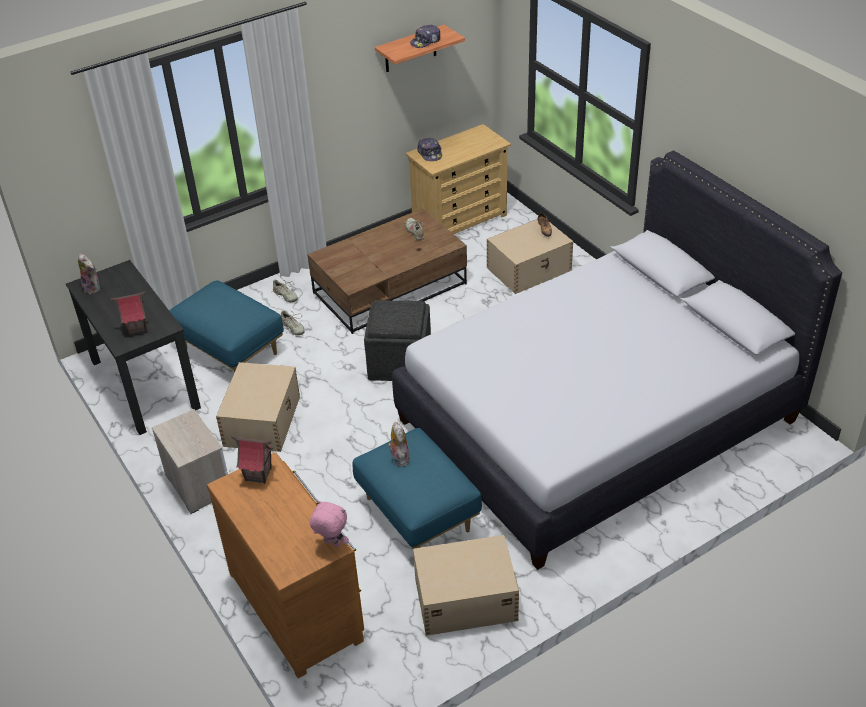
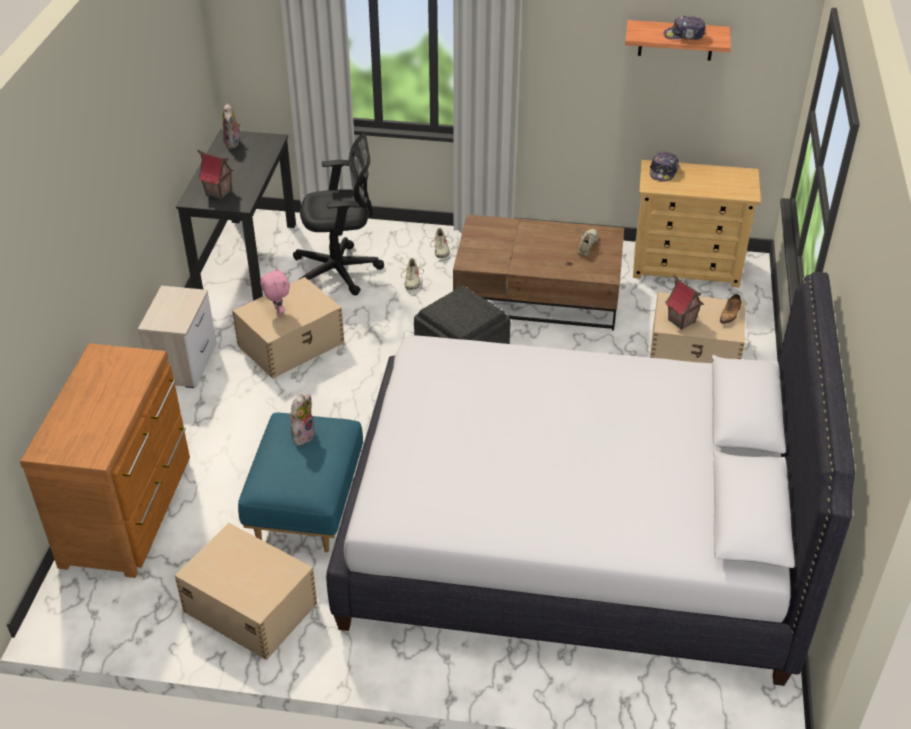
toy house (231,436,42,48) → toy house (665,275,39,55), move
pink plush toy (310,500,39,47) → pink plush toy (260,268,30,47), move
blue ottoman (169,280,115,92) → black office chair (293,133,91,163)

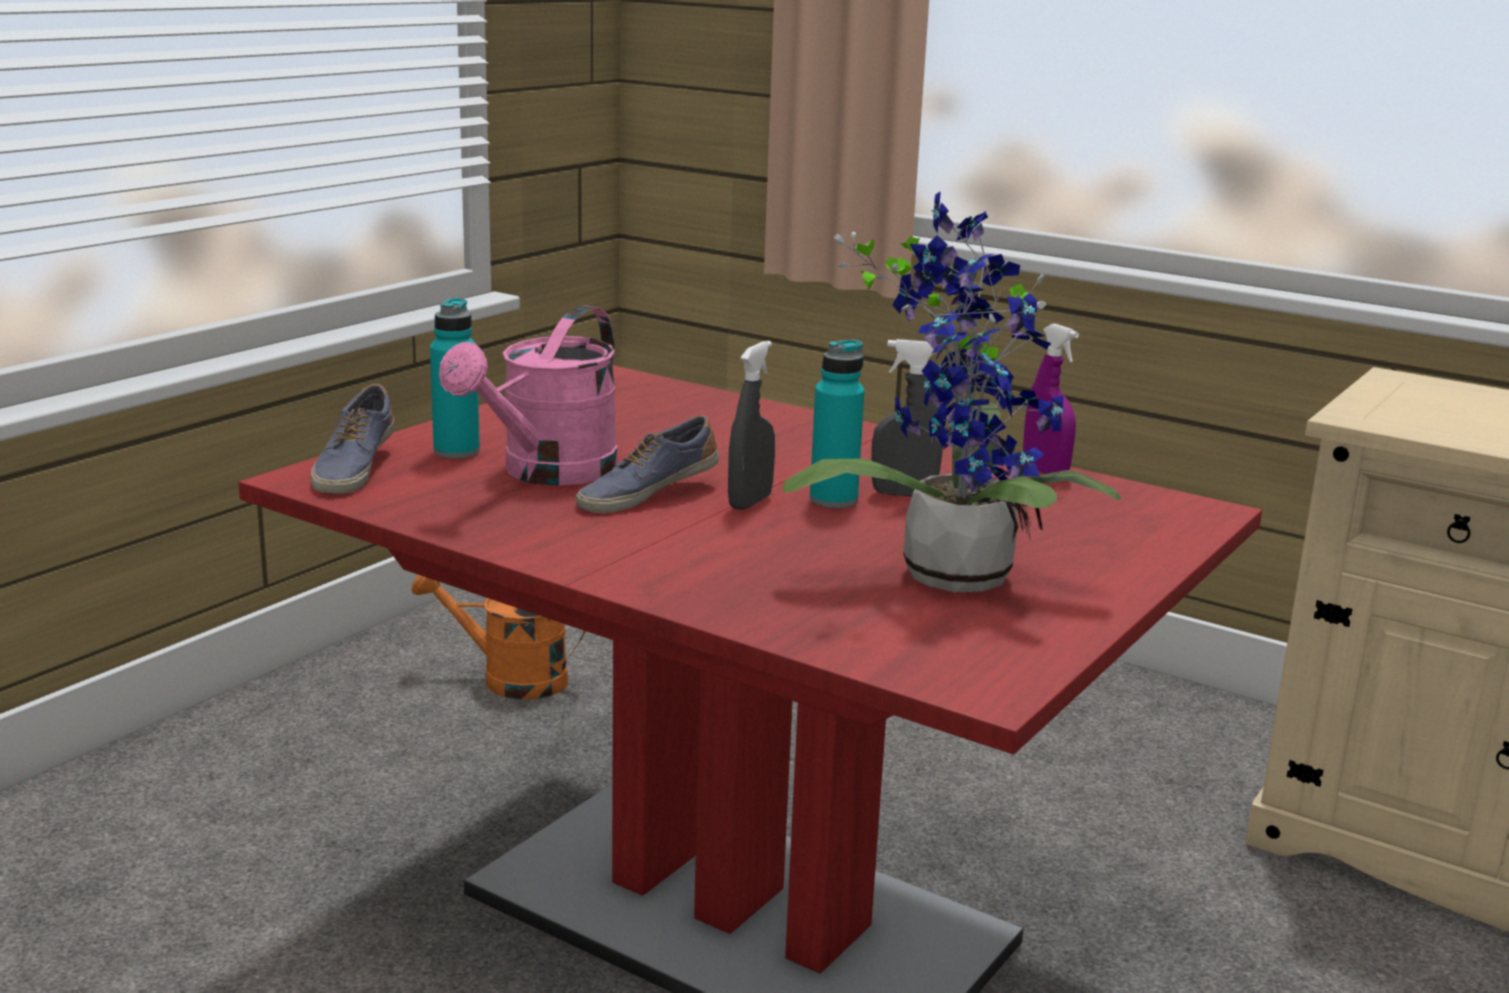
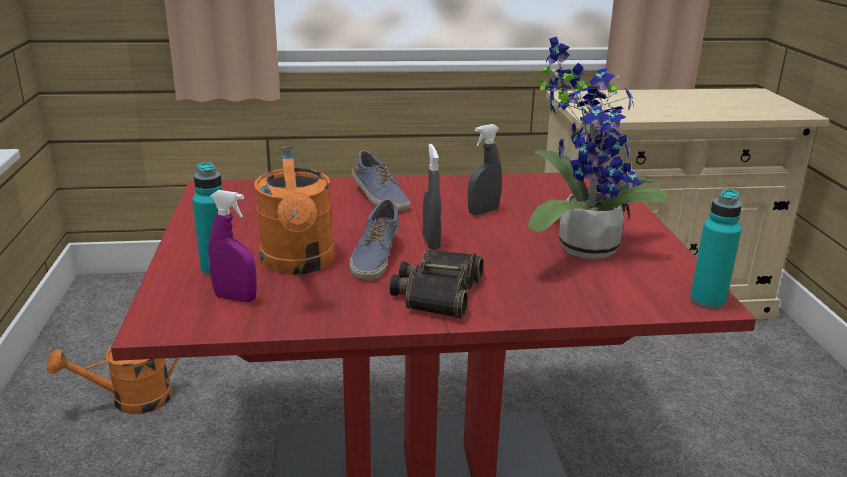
- → binoculars (390,249,94,70)
shoe (311,384,84,110) → shoe (352,150,58,61), move
turquoise bottle (810,340,55,168) → turquoise bottle (690,189,52,120), move
purple spray bottle (1023,324,56,150) → purple spray bottle (208,190,49,112), move
pink watering can (439,306,179,180) → orange watering can (254,147,81,128)

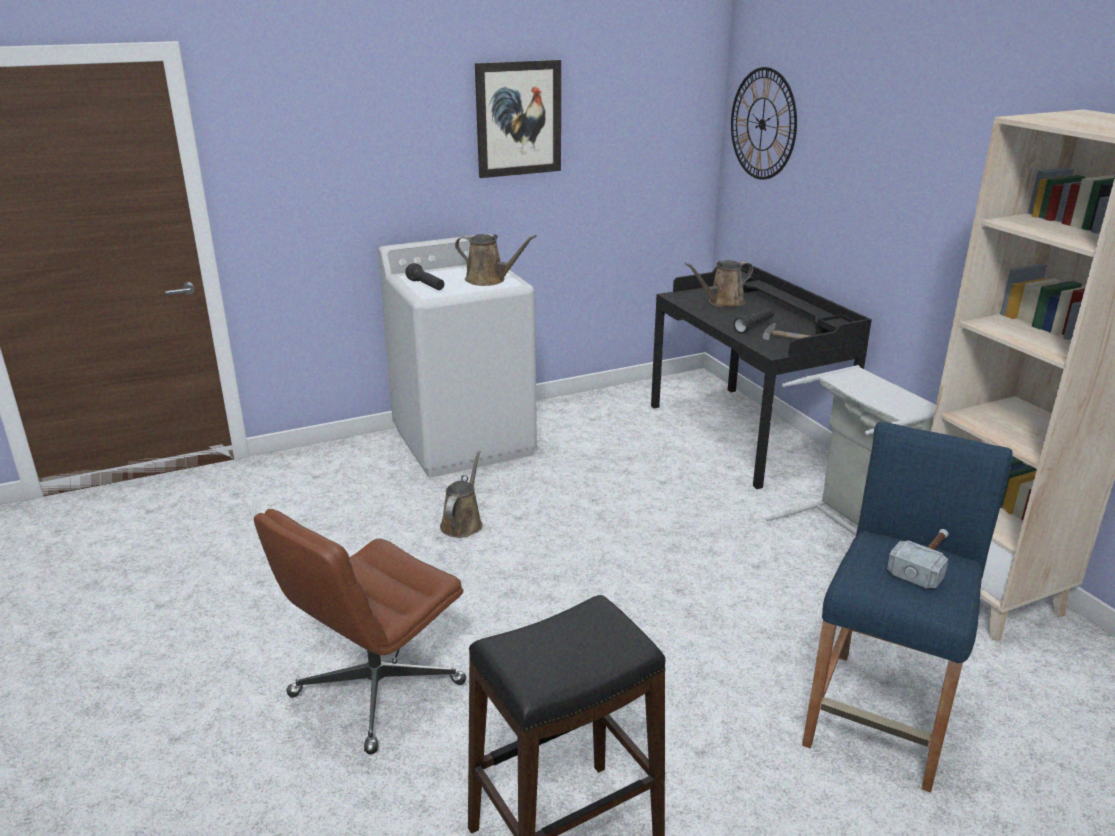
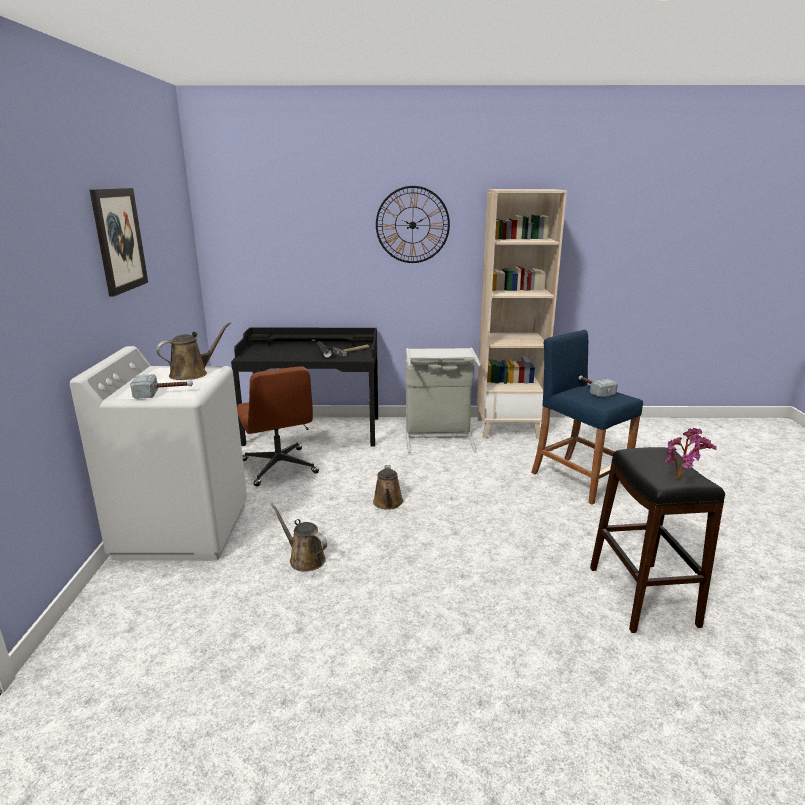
- → potted plant (665,428,52,51)
brown office chair (254,509,212,245) → brown office chair (237,366,82,120), move
brown watering can (685,260,68,47) → brown watering can (373,465,30,45), move
wall clock (731,67,66,113) → wall clock (376,186,74,77), move
black flashlight (405,263,39,27) → hammer (130,374,63,25)

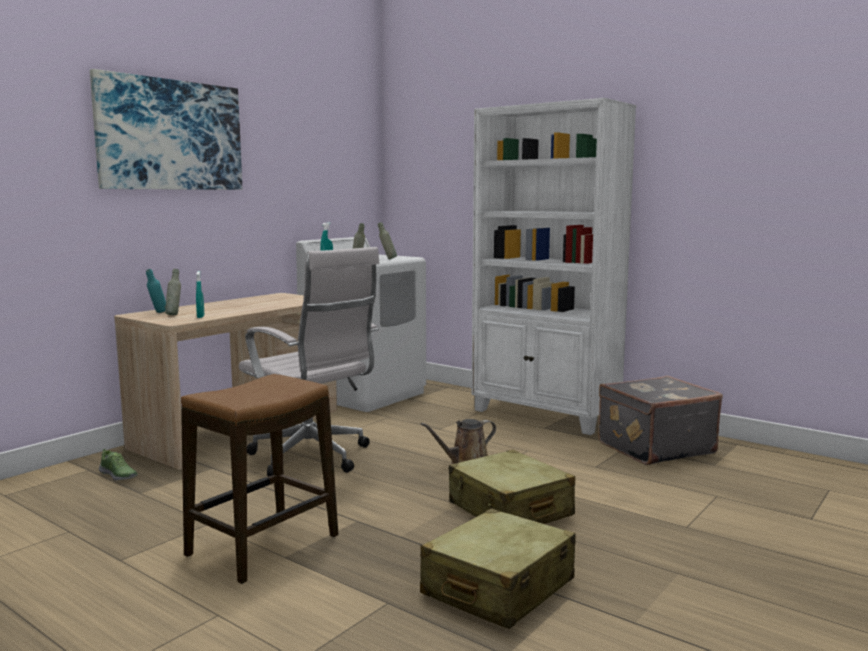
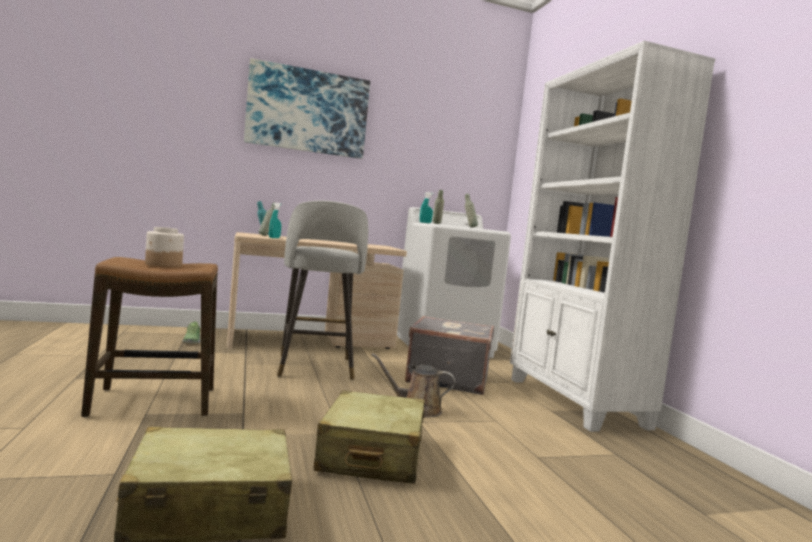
- → jar (145,227,39,40)
grey suitcase (598,375,125,90) → grey suitcase (405,316,89,79), move
white office chair (239,247,141,230) → grey stool (277,201,91,179)

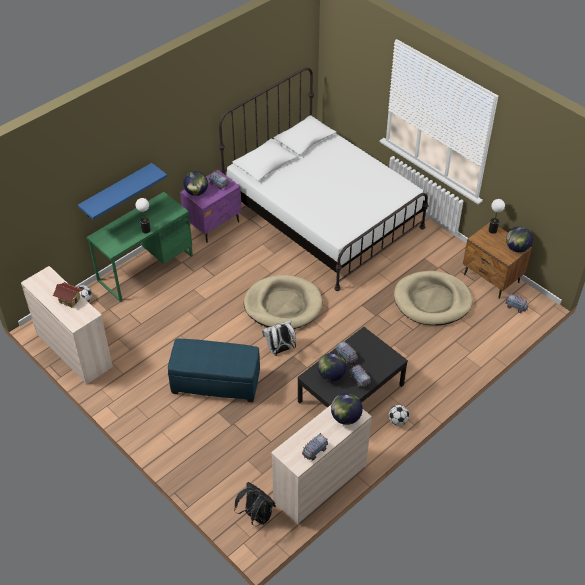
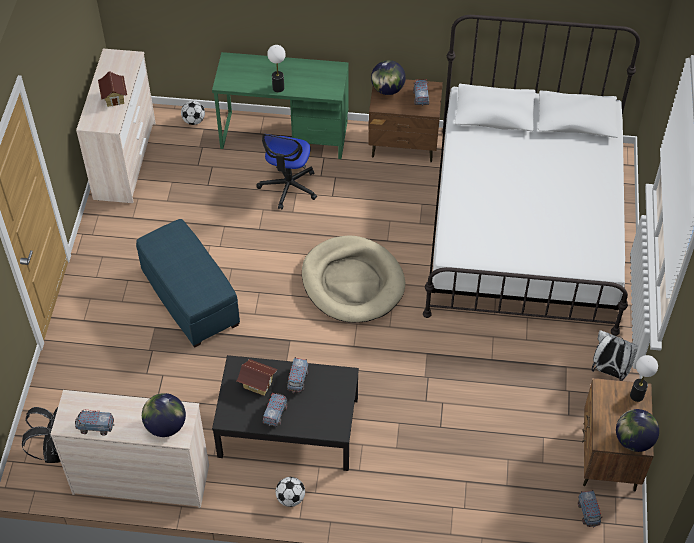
blue shelf (78,163,89,57) → -
beige dog bed (394,271,78,54) → -
- → office chair (257,134,60,75)
white backpack (262,320,34,36) → white backpack (592,330,47,51), move
globe (318,352,29,29) → toy house (237,359,41,37)
purple nightstand (180,170,62,73) → brown nightstand (368,79,75,83)

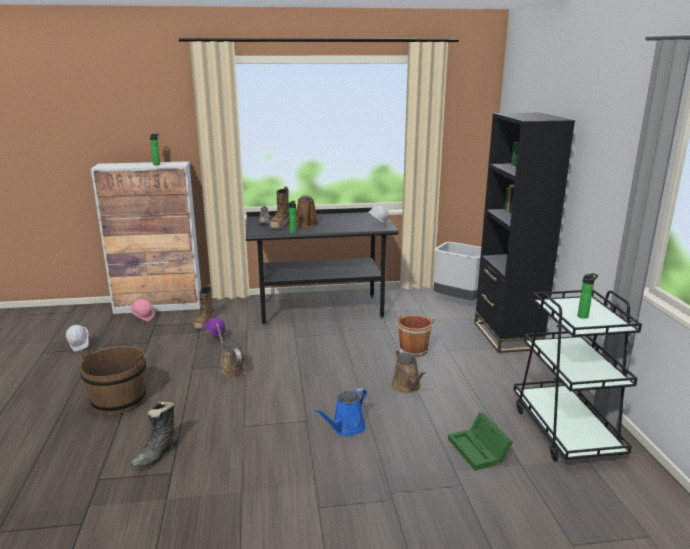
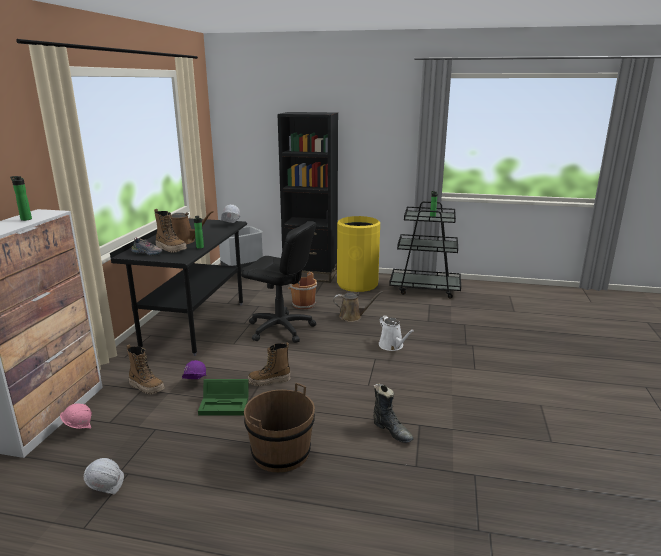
- → black office chair (241,221,76,122)
- → yellow trash can (337,216,43,76)
green storage box (448,412,65,59) → green storage box (198,379,51,37), move
brown watering can (216,323,31,55) → boot (248,342,42,44)
blue watering can (314,388,53,48) → white watering can (379,315,36,36)

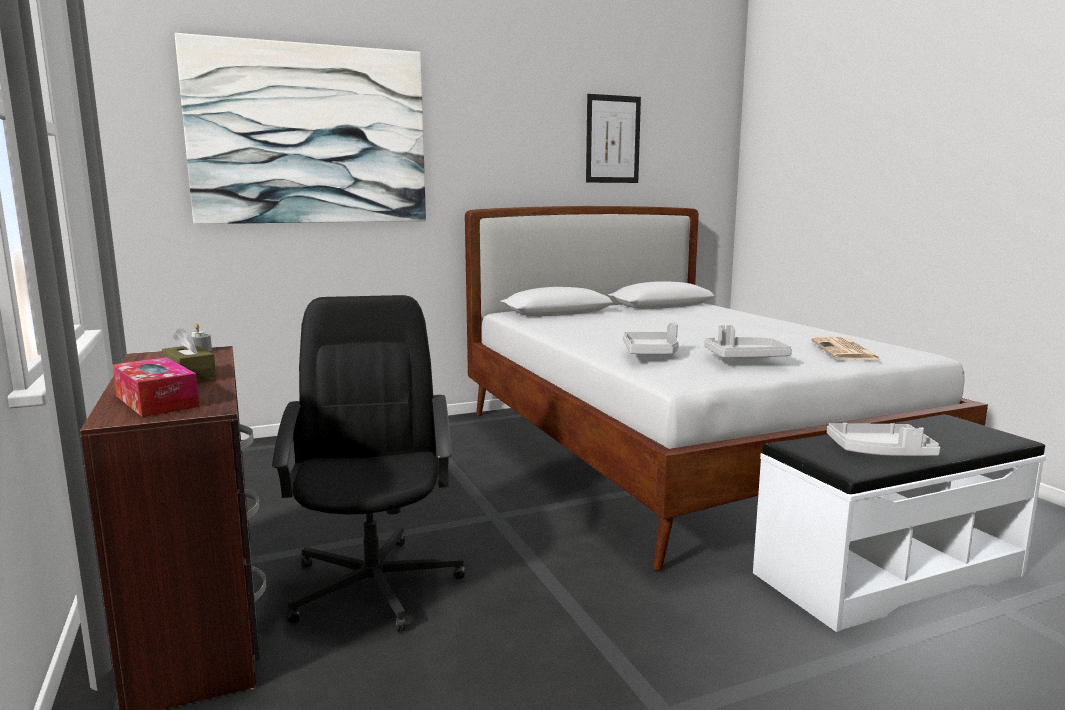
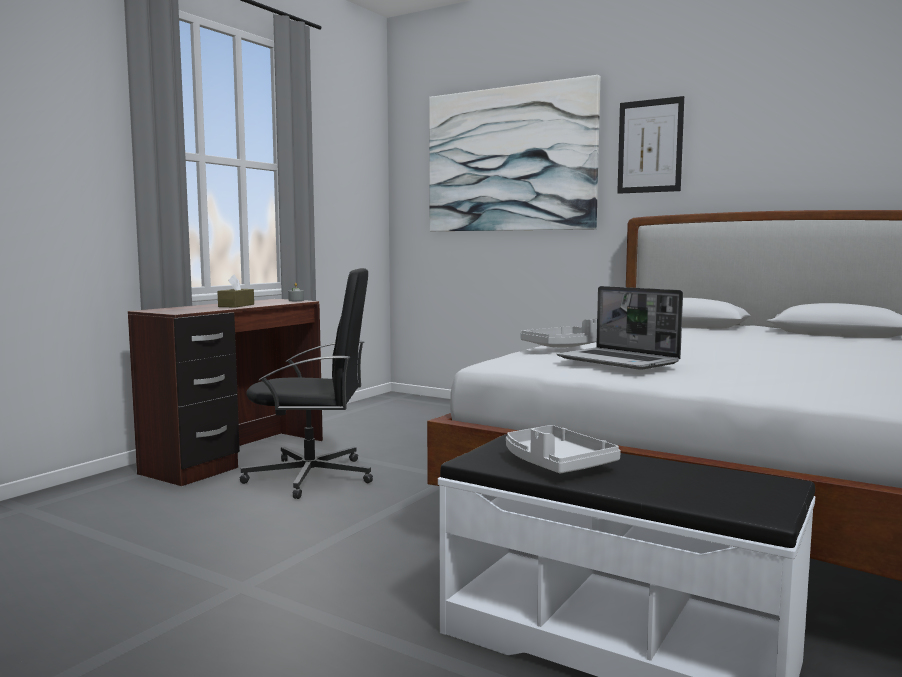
tissue box (112,357,87,60) → -
newspaper (811,337,70,24) → -
picture (586,94,55,89) → picture (617,96,67,98), move
grey tray (704,325,88,34) → laptop (557,286,126,84)
black office chair (272,295,193,337) → black office chair (240,268,133,231), 45 degrees clockwise

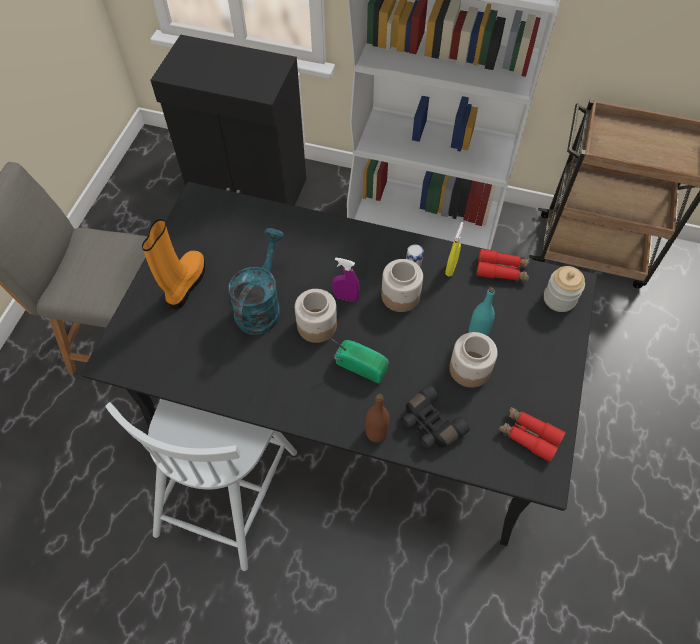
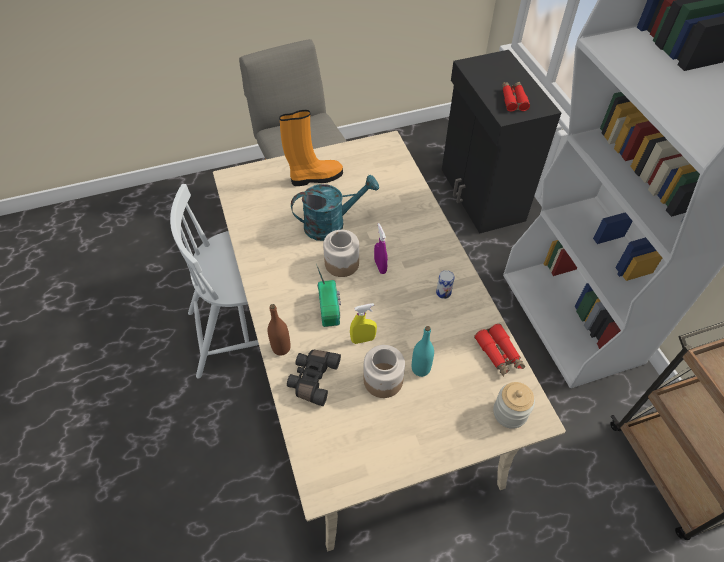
jar (381,259,42,53) → -
yellow spray bottle (445,222,18,54) → yellow spray bottle (350,303,27,41), move
red binoculars (498,407,67,55) → red binoculars (502,82,28,30), move
black dining table (81,182,516,364) → beige dining table (213,131,353,420)

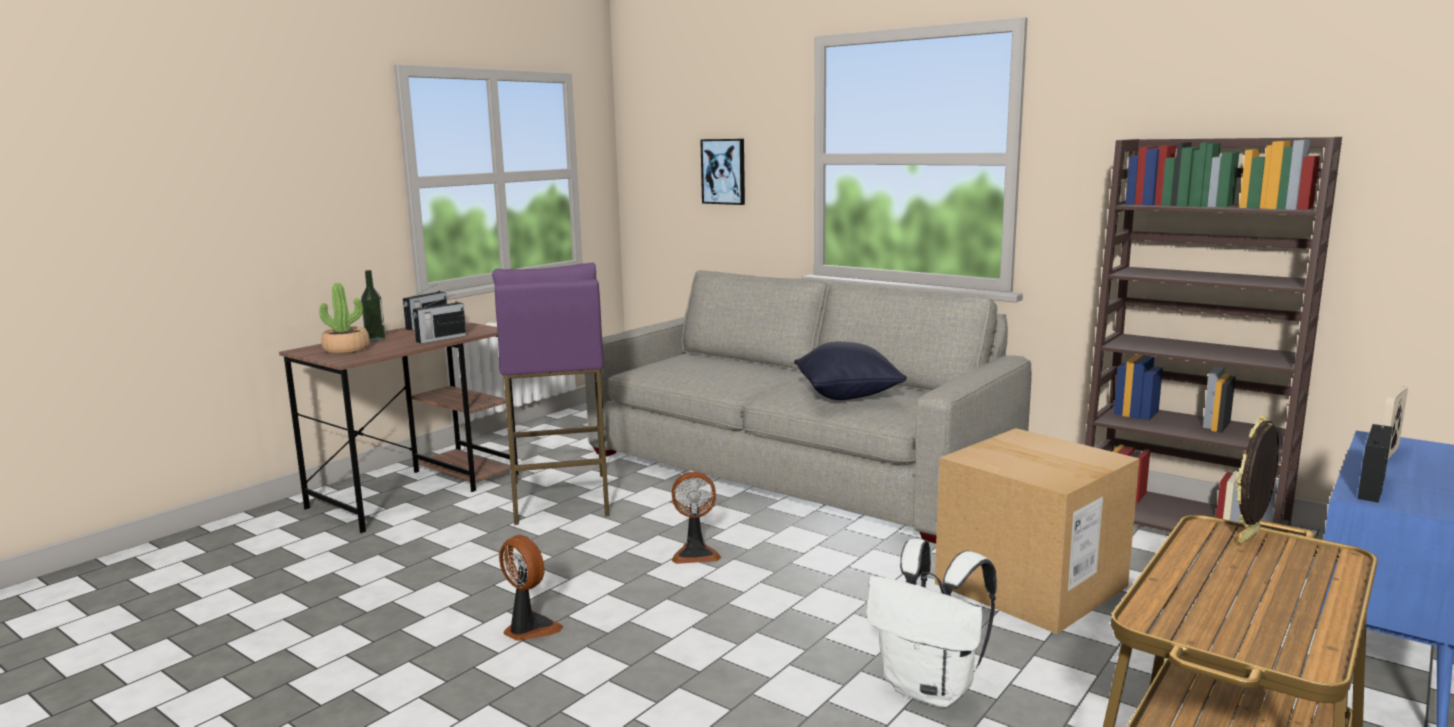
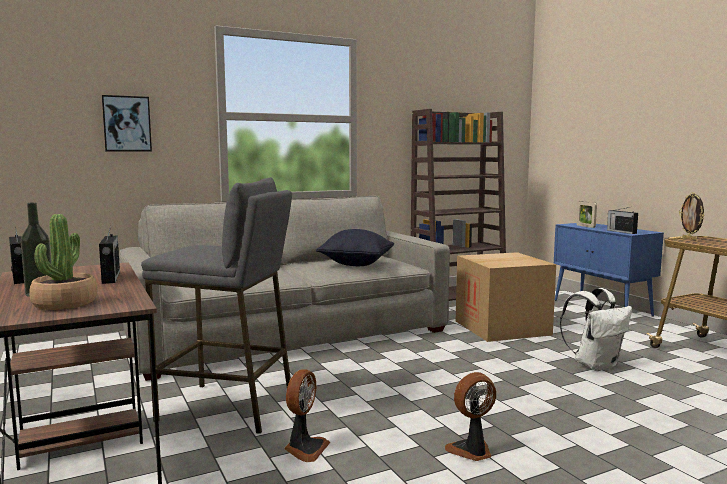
fan (672,471,49,93) → fan (284,369,46,93), move
purple stool (492,263,118,262) → grey stool (141,177,151,257)

